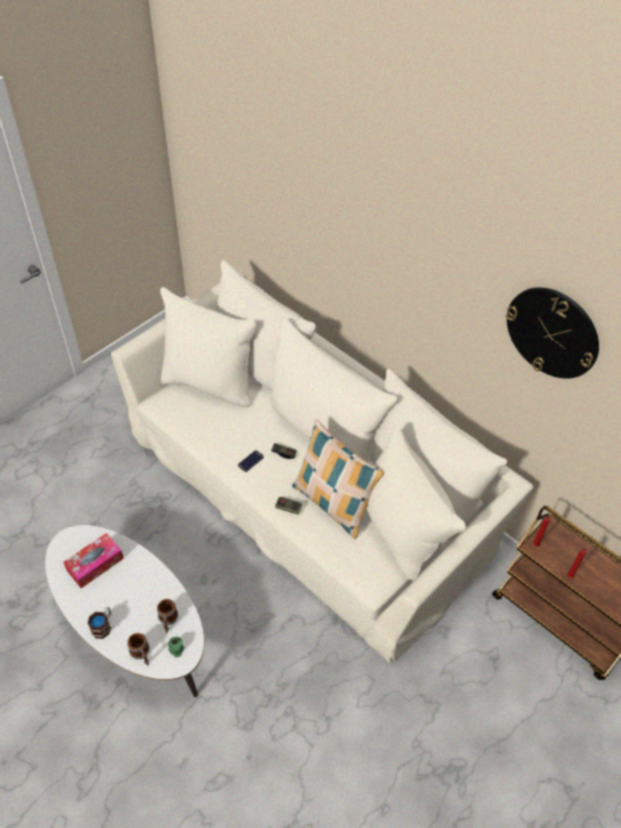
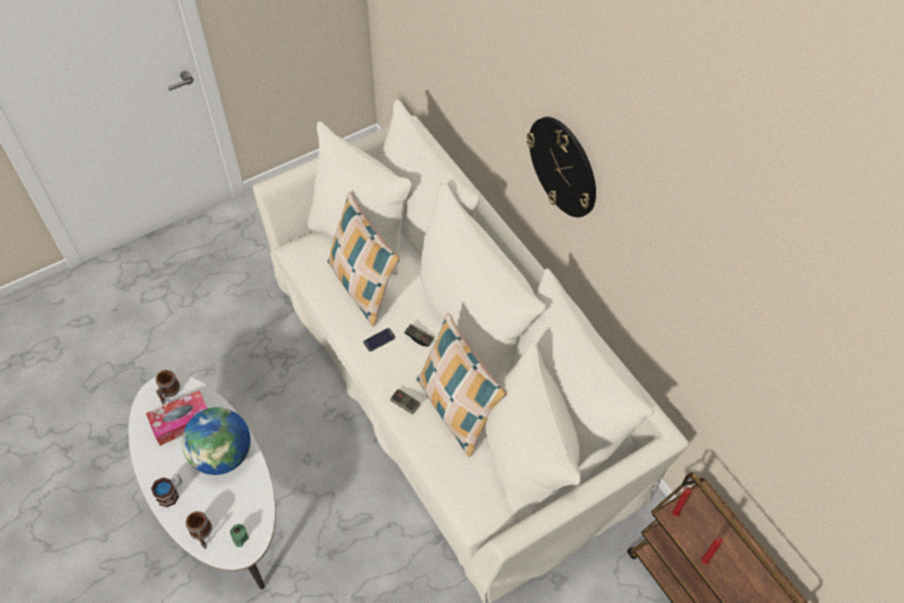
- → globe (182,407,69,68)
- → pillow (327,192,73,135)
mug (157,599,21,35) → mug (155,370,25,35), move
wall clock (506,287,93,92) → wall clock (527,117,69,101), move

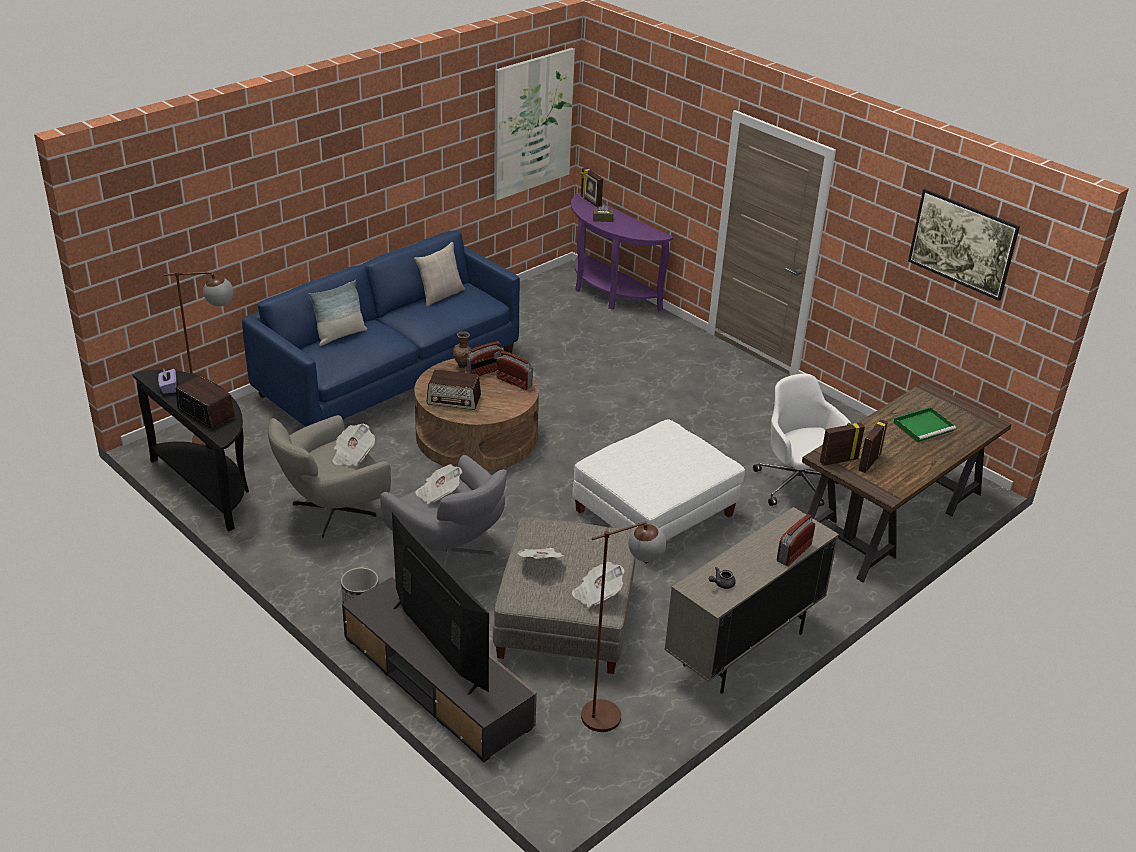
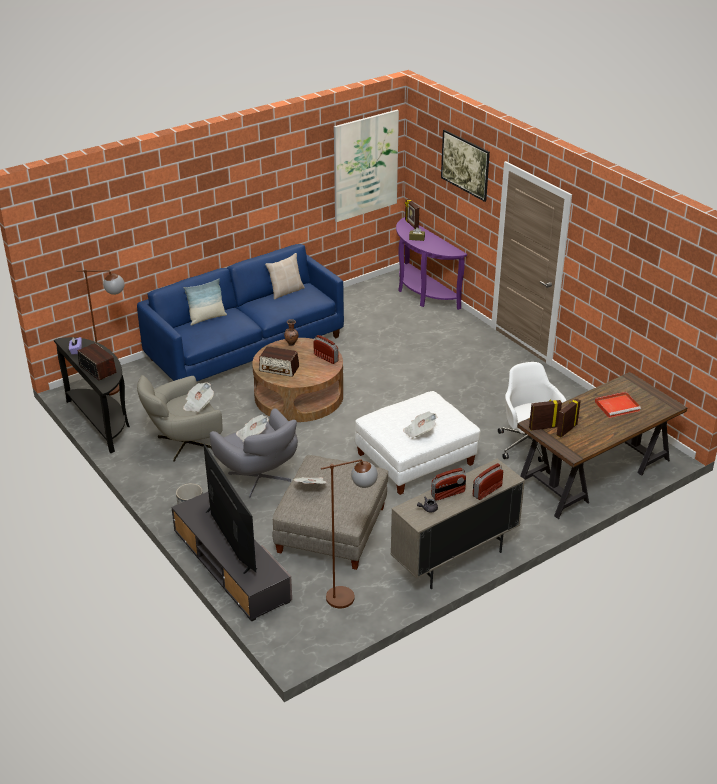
radio (466,341,37,35) → radio (431,468,35,33), move
newspaper (572,562,53,46) → newspaper (403,411,34,28), move
picture (908,189,112,112) → picture (441,129,49,73), move
green tray (893,407,63,36) → red tray (595,392,46,26)

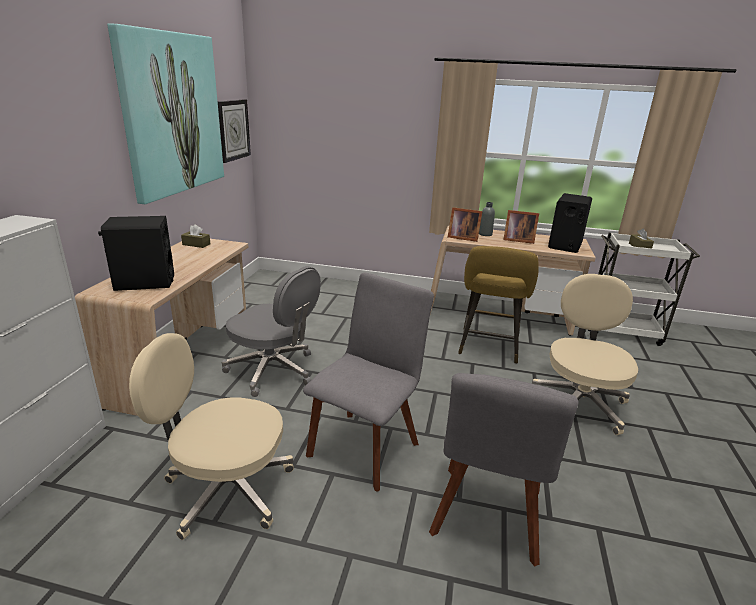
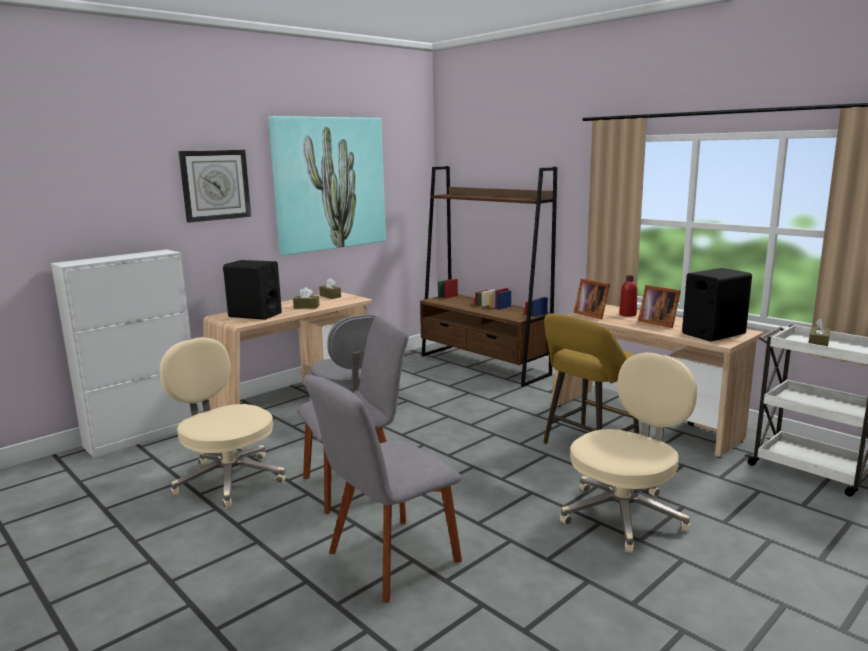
- → brown tissue box (293,287,26,22)
- → brown bookcase (420,166,137,221)
wall clock (218,99,33,64) → wall clock (179,150,72,73), move
grey bottle (479,202,16,34) → red bottle (619,275,18,42)

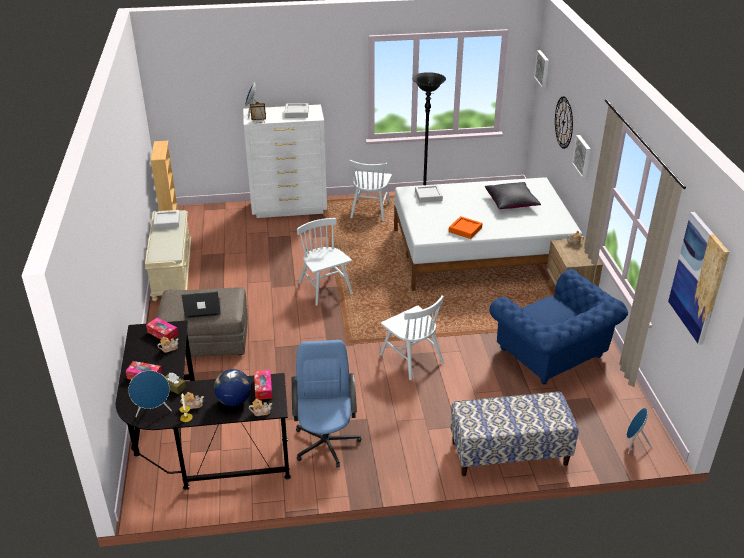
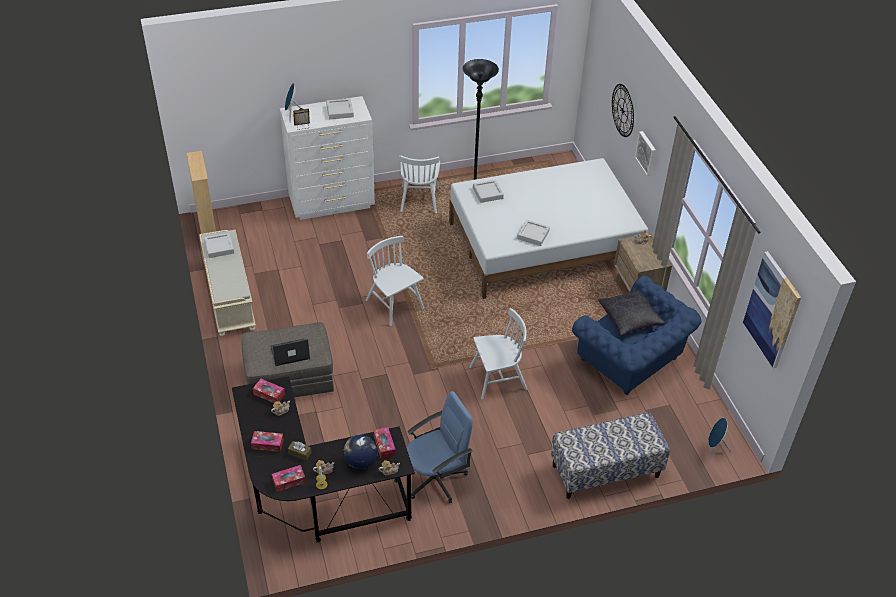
picture (534,50,15,38) → -
black pillow (485,182,56,27) → black pillow (598,290,66,46), move
blue speaker (128,370,44,47) → tissue box (272,465,34,27)
orange tray (449,216,33,23) → grey tray (517,220,33,26)
blue office chair (292,340,69,128) → blue office chair (407,391,66,112), 75 degrees clockwise
white chair (380,295,64,85) → white chair (469,308,58,92), 60 degrees counterclockwise

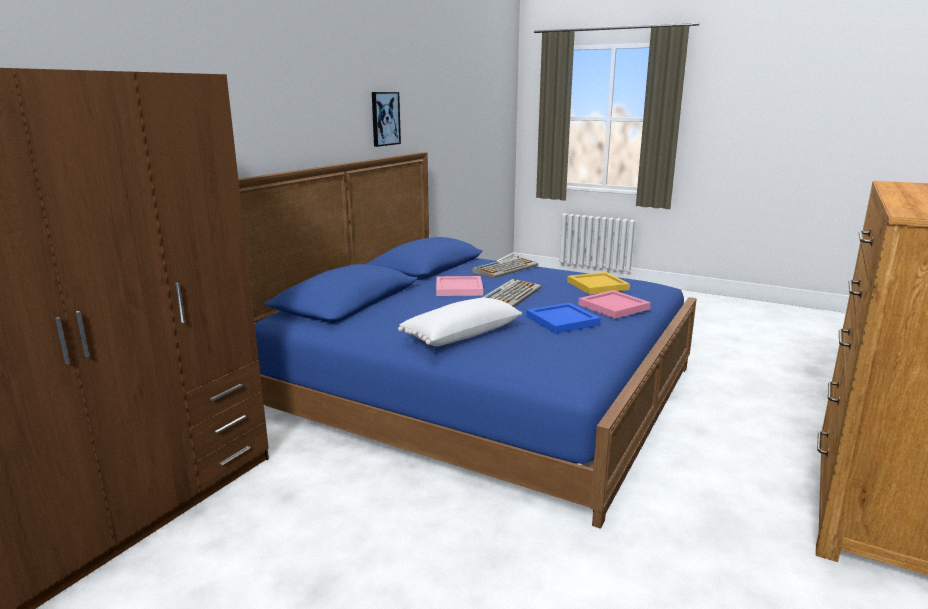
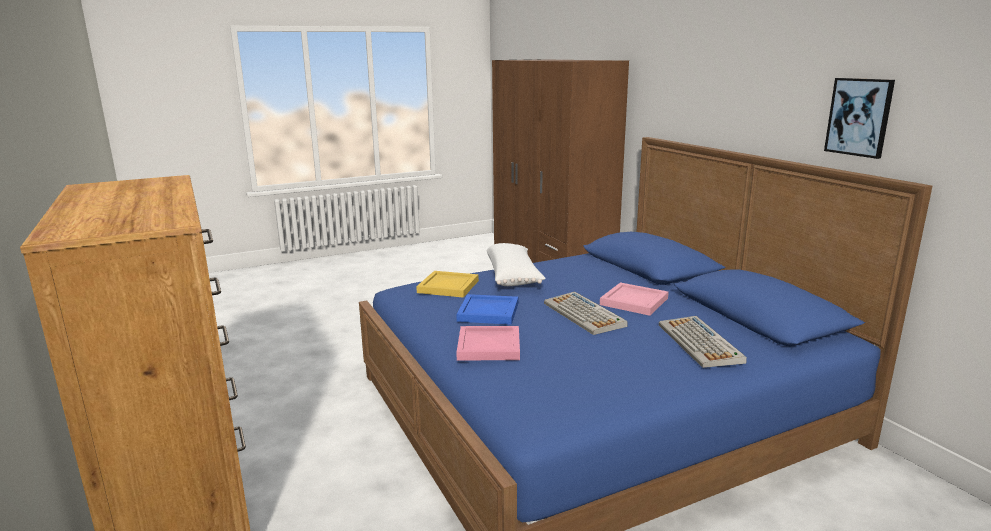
yellow tray (567,272,63,22) → yellow tray (416,271,63,27), move

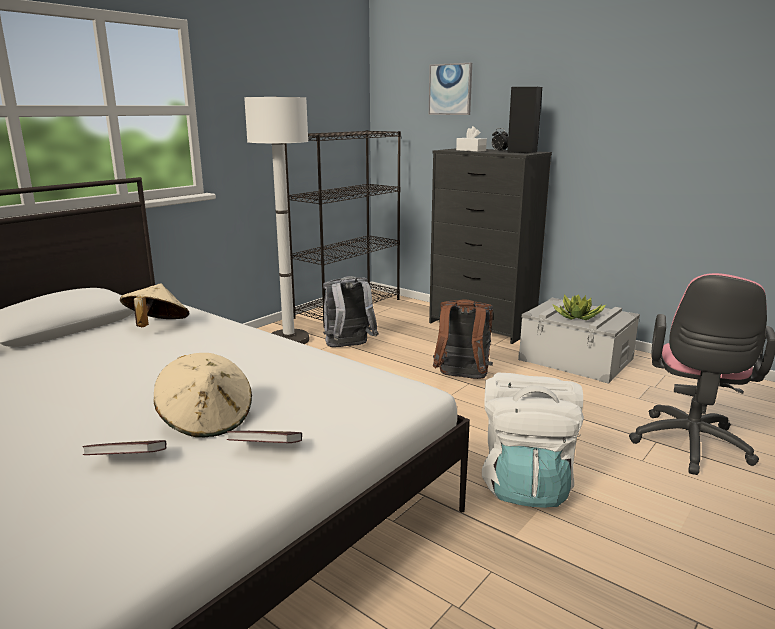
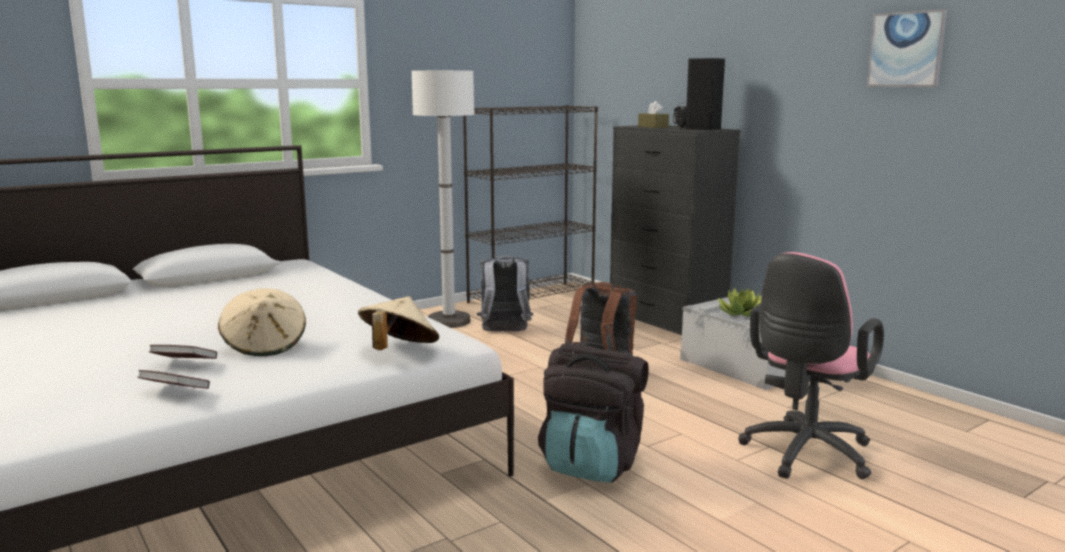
beige hat (120,284,69,43) → beige hat (358,296,81,54), move
book (227,431,75,12) → book (137,370,73,19), move
picture (429,63,43,52) → picture (867,9,80,78), move
white tissue box (456,126,31,26) → brown tissue box (638,101,31,27)
white backpack (482,373,102,135) → black backpack (538,343,111,140)

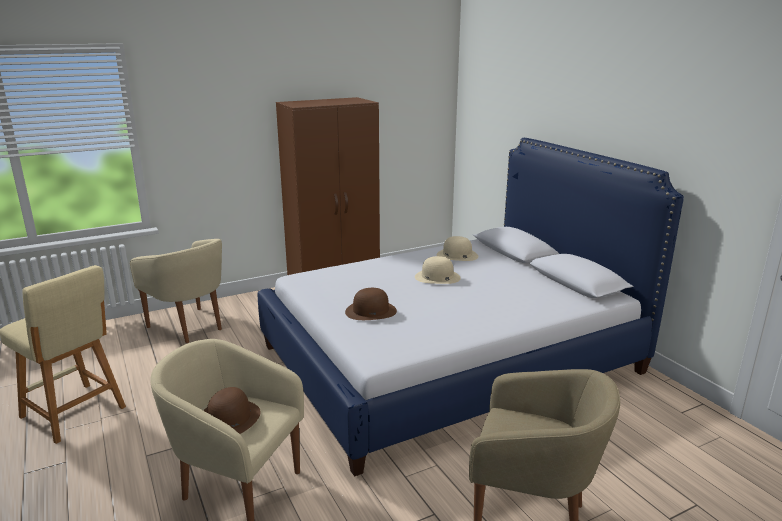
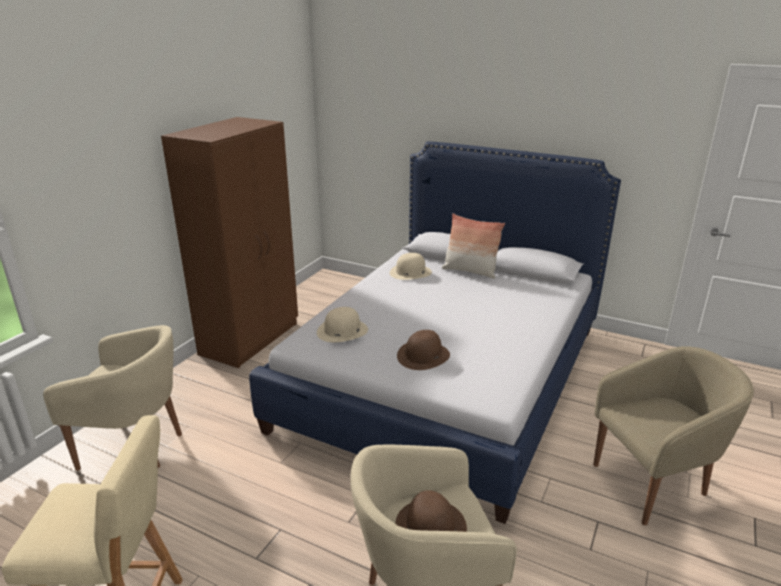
- → pillow (442,213,63,66)
beige hat (415,256,46,28) → beige hat (317,307,51,35), move

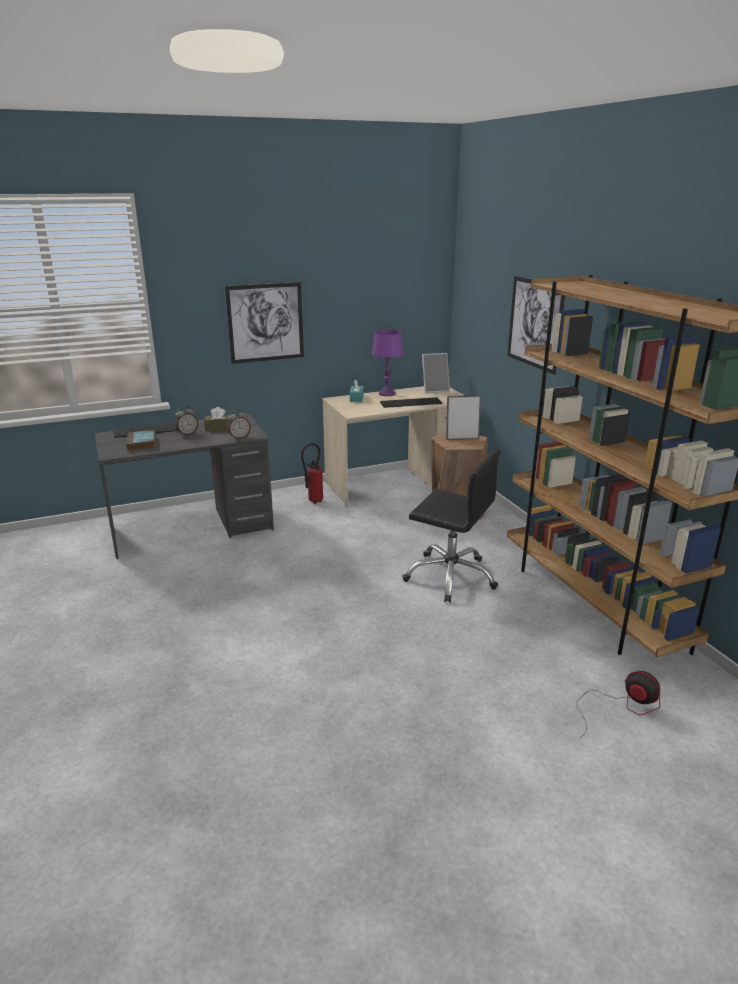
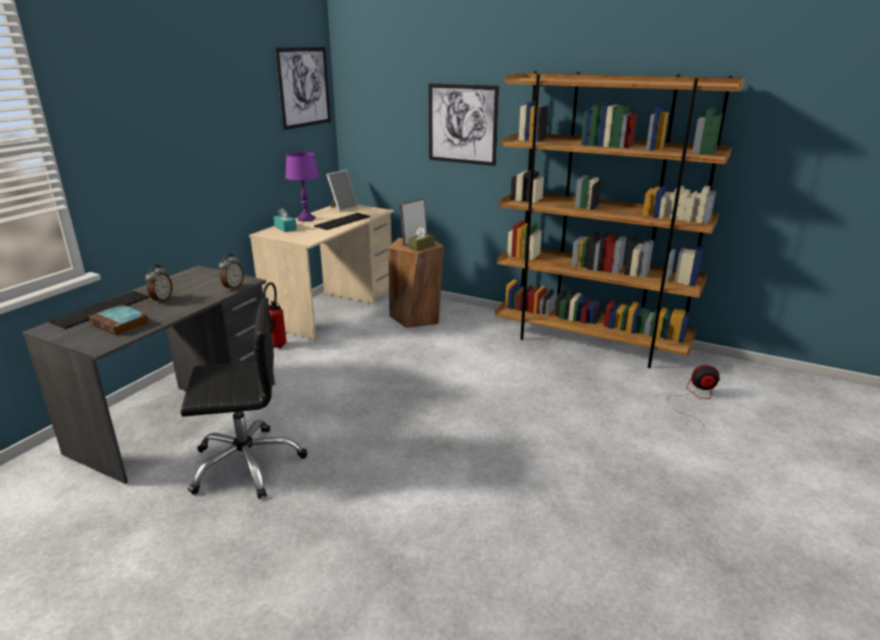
brown tissue box (204,407,26,24) → brown tissue box (408,227,27,25), move
picture (225,282,79,82) → picture (275,47,56,83), move
black office chair (402,449,99,154) → black office chair (180,297,127,202), move

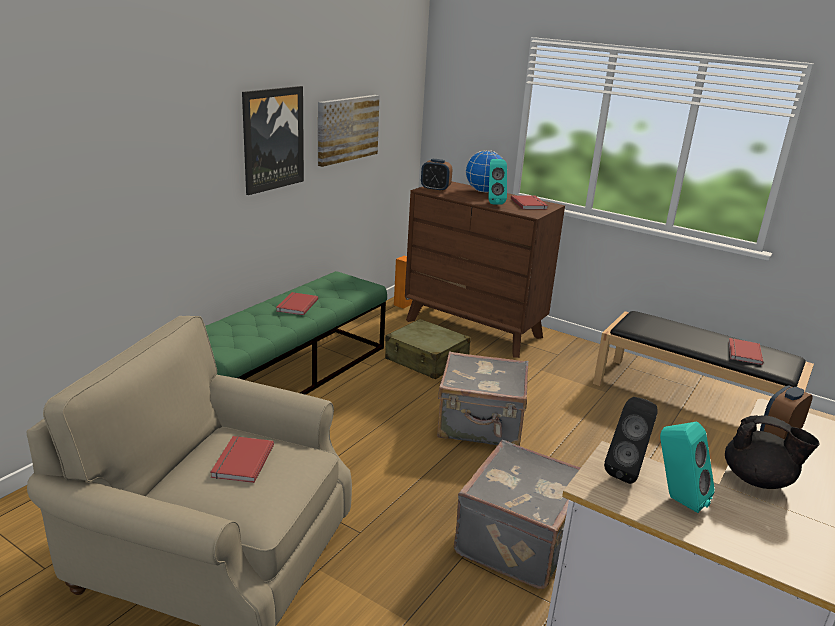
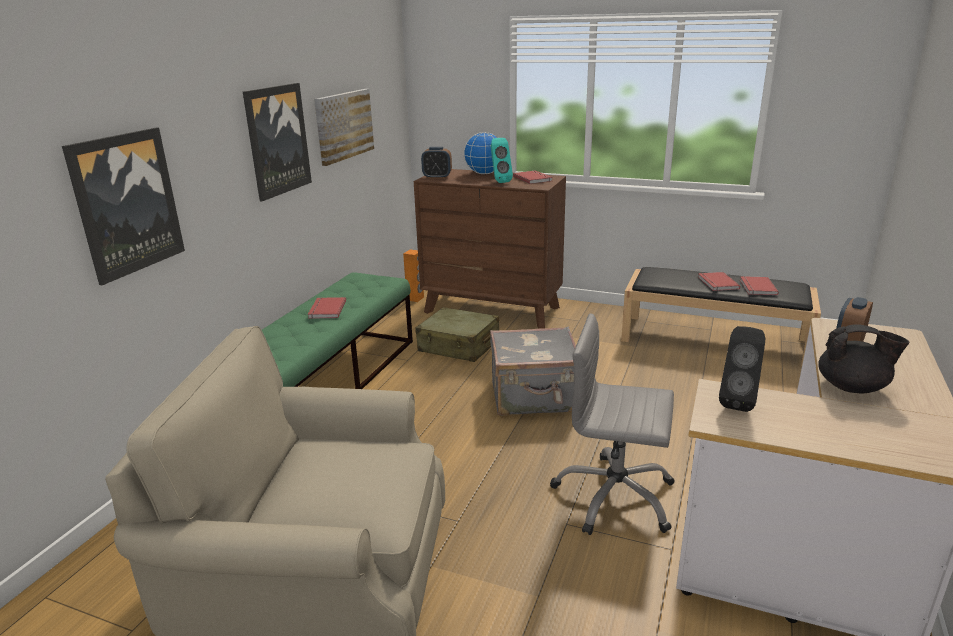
turquoise speaker (660,422,55,91) → -
- → picture (62,127,123,158)
red book (210,436,64,47) → red book (698,272,42,19), move
grey suitcase (454,440,127,149) → grey office chair (550,313,125,222)

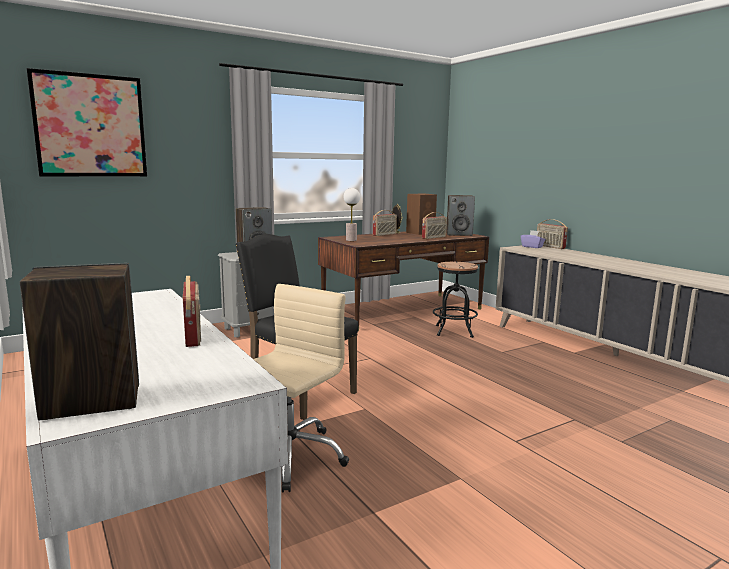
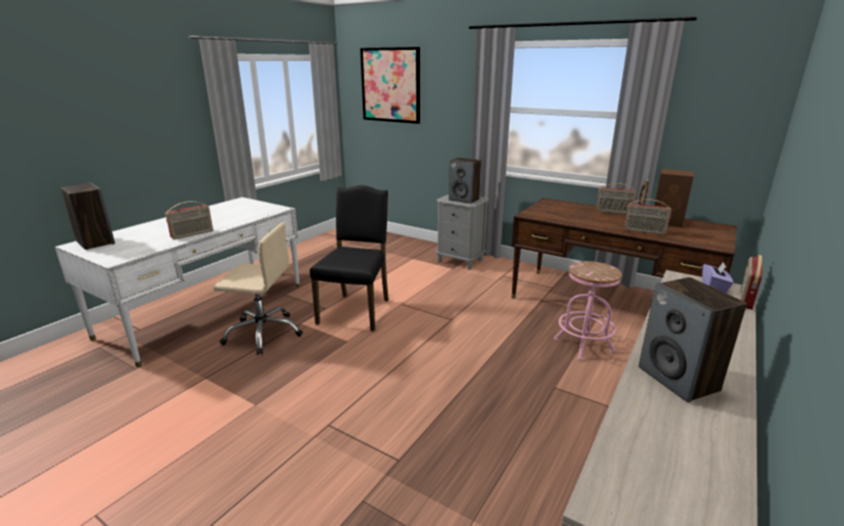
table lamp (343,188,17,53) → -
speaker (446,195,29,41) → speaker (638,277,109,126), move
black stool (433,262,45,76) → pink stool (554,261,68,99)

